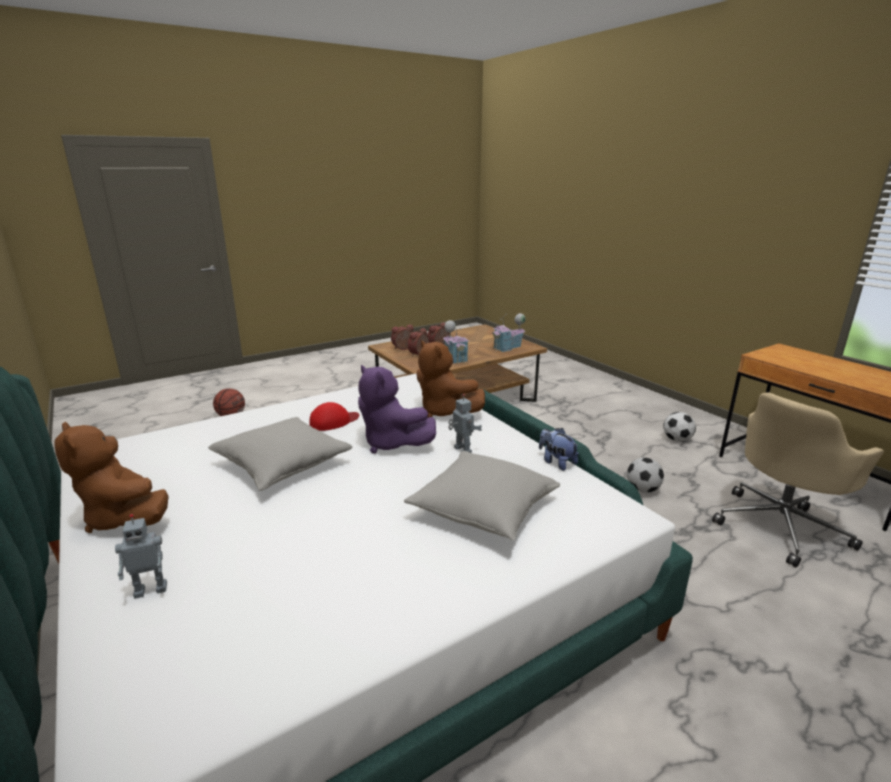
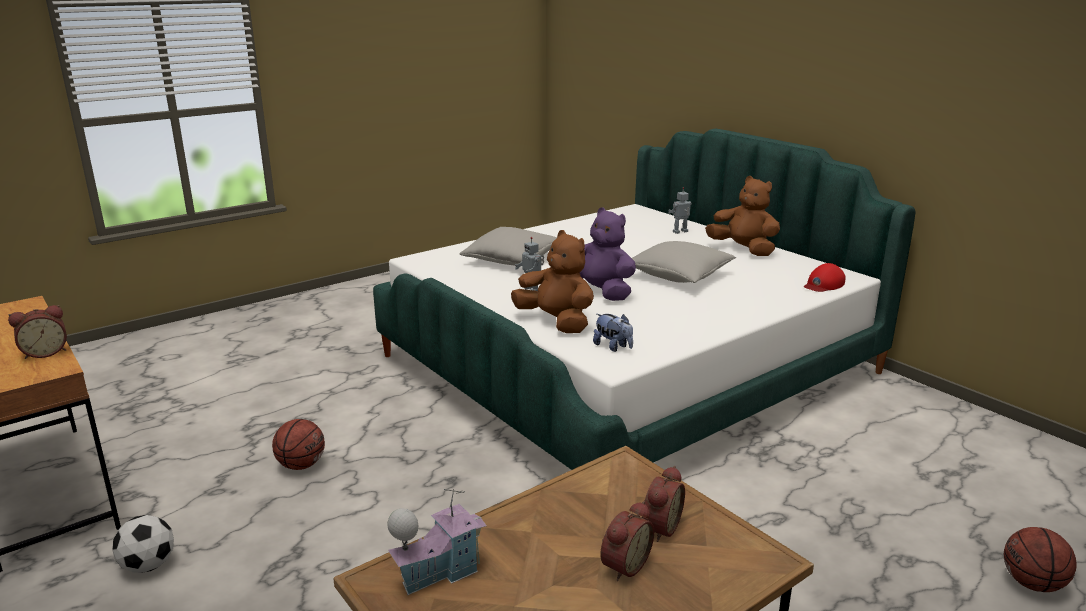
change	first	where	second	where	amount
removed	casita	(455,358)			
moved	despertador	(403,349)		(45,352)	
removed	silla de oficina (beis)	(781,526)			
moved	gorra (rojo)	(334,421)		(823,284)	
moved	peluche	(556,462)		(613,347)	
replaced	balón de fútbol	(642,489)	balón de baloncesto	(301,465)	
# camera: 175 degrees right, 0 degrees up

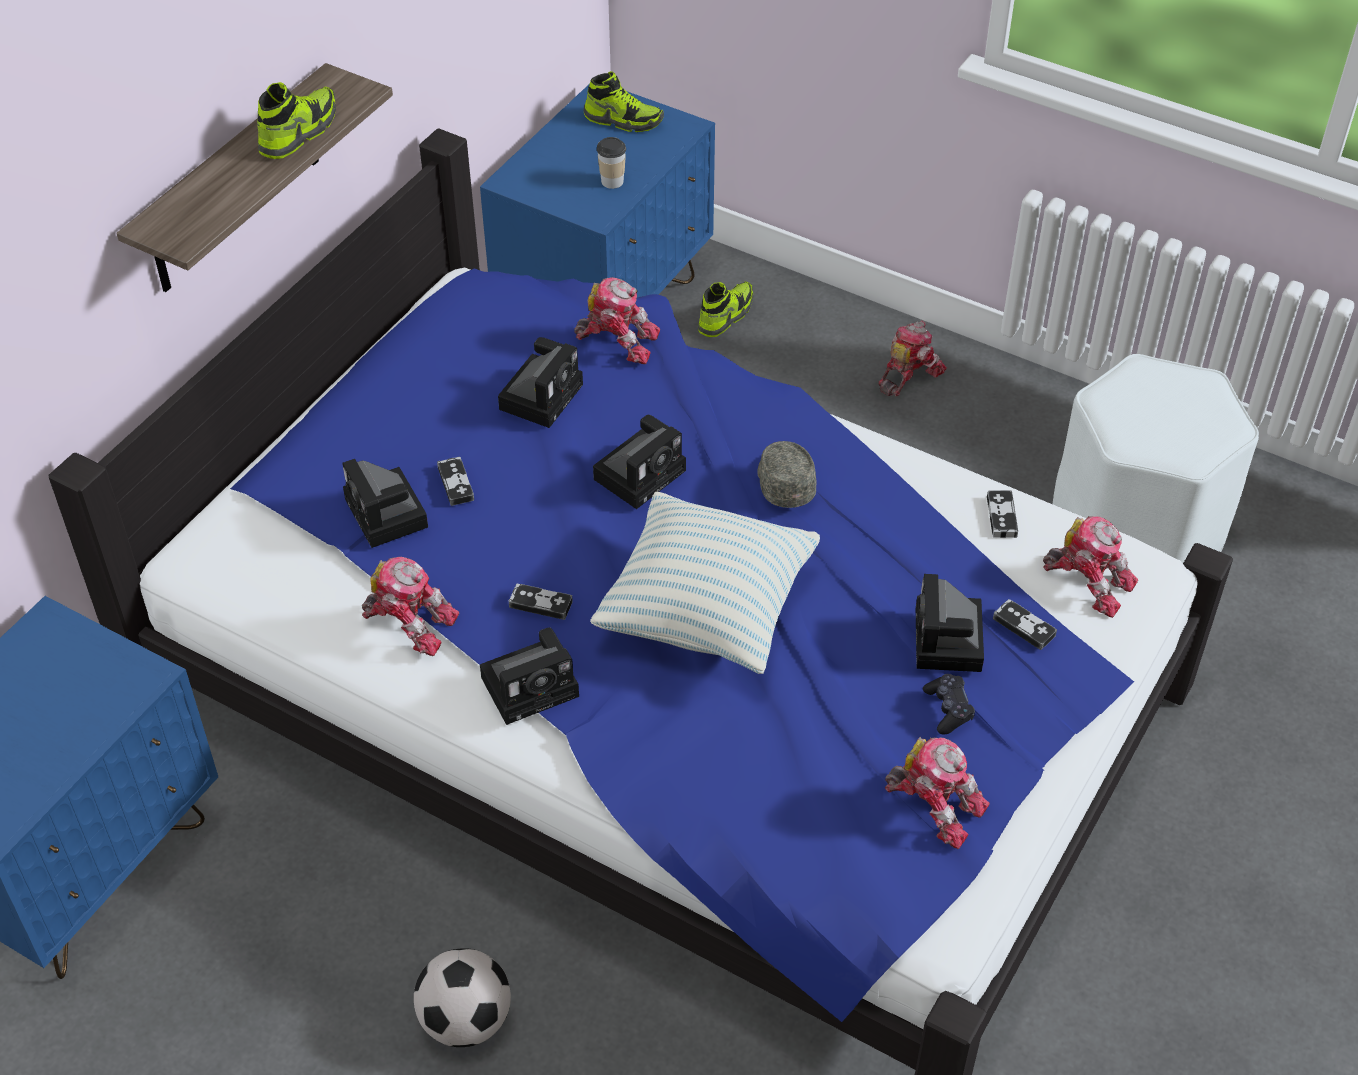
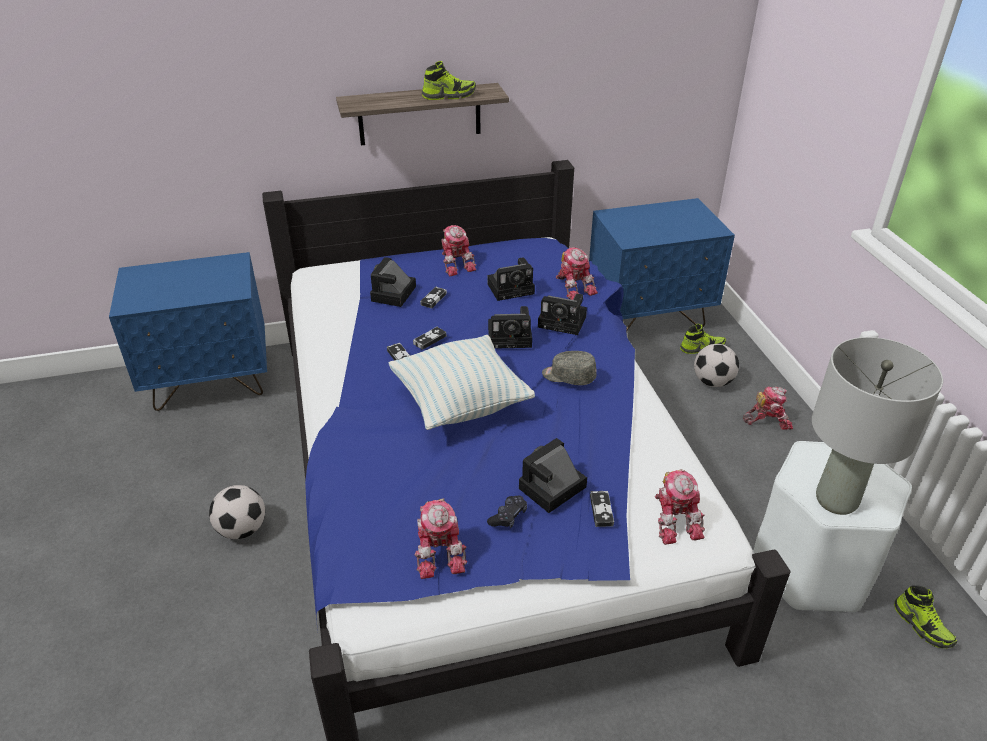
change	first	where	second	where	amount
moved	zapato	(623,120)		(922,625)	
removed	taza	(612,181)			
turned	gorra (gris)	(784,482)		(568,376)	105 degrees counterclockwise
moved	mando de consola	(1001,516)		(429,340)	
moved	robot de juguete	(410,621)		(456,263)	
moved	cámara	(533,685)		(564,322)	
added			lámpara de mesa (gris)	(836,499)	
added			balón de fútbol	(712,382)	
# camera: 45 degrees right, 10 degrees down

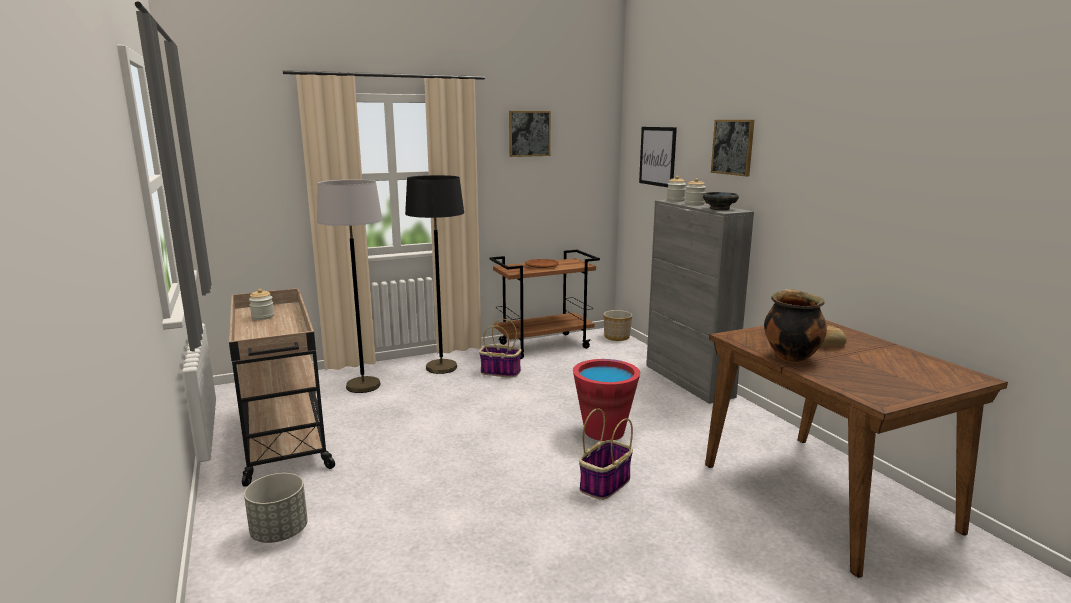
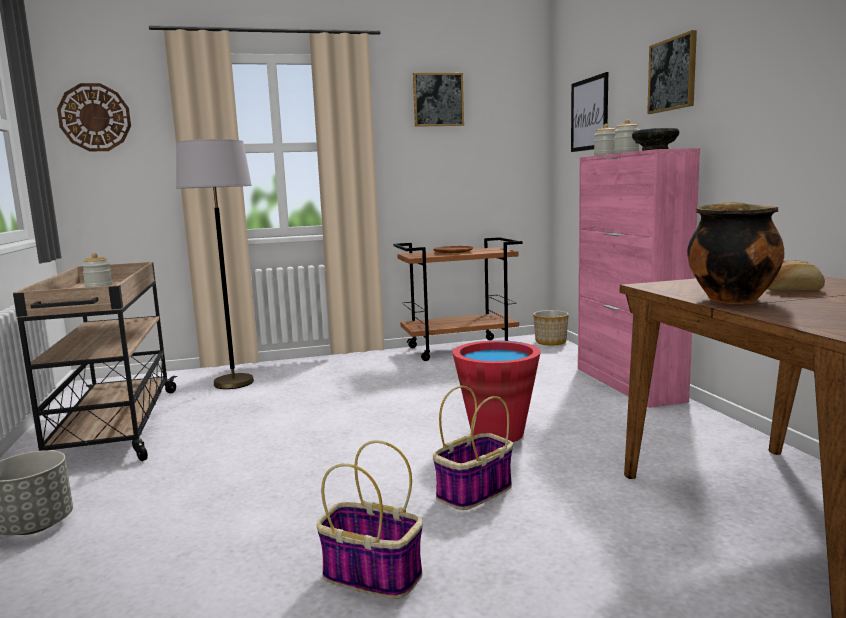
change	first	where	second	where	amount
removed	lámpara de pie (negro)	(441,368)			
recoloured	armario (gris)	(688,381)	armario (rosa)	(628,384)	
moved	cesta	(499,372)		(370,575)	
added			reloj de pared	(95,117)	
# camera: 10 degrees right, 5 degrees down

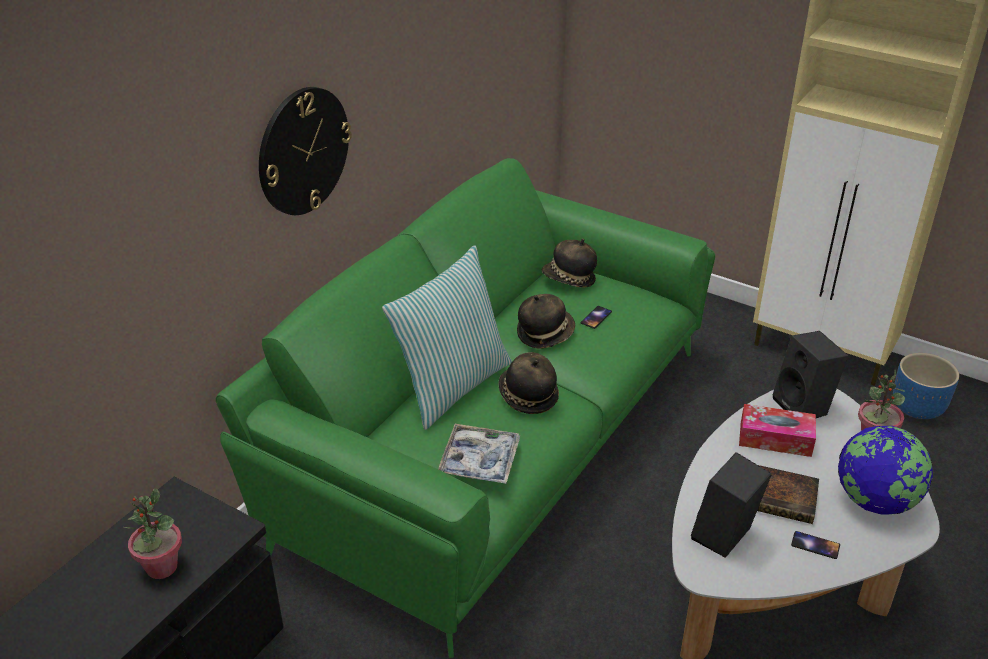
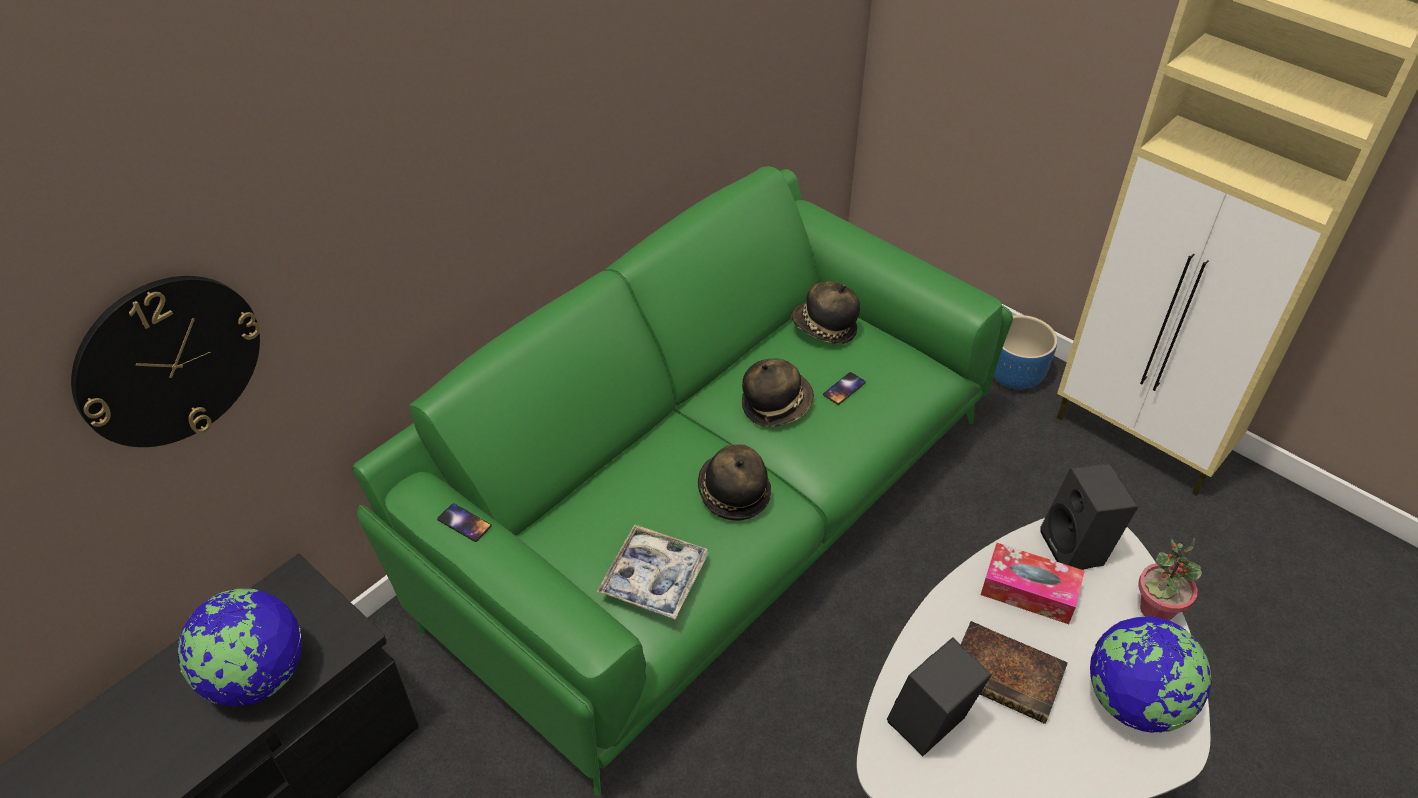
change	first	where	second	where	amount
moved	reloj de pared	(303,151)		(168,361)	
removed	cojín	(452,386)			
moved	maceta (azul)	(916,408)		(1013,375)	
replaced	planta en maceta	(161,567)	globo terráqueo	(257,677)	
moved	móvil	(815,545)		(464,523)	
# camera: 10 degrees right, 10 degrees up

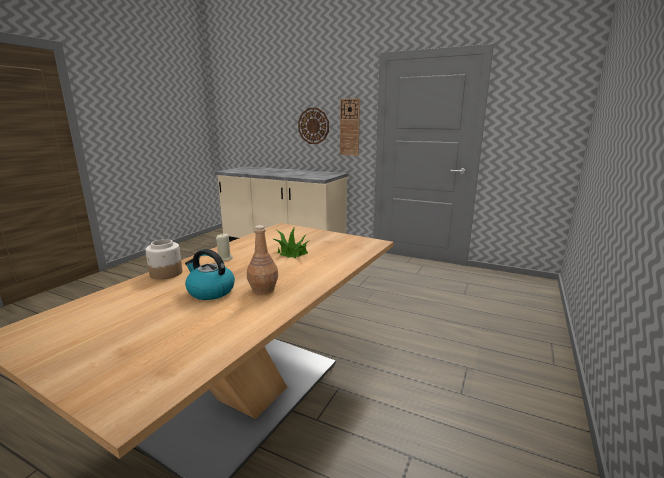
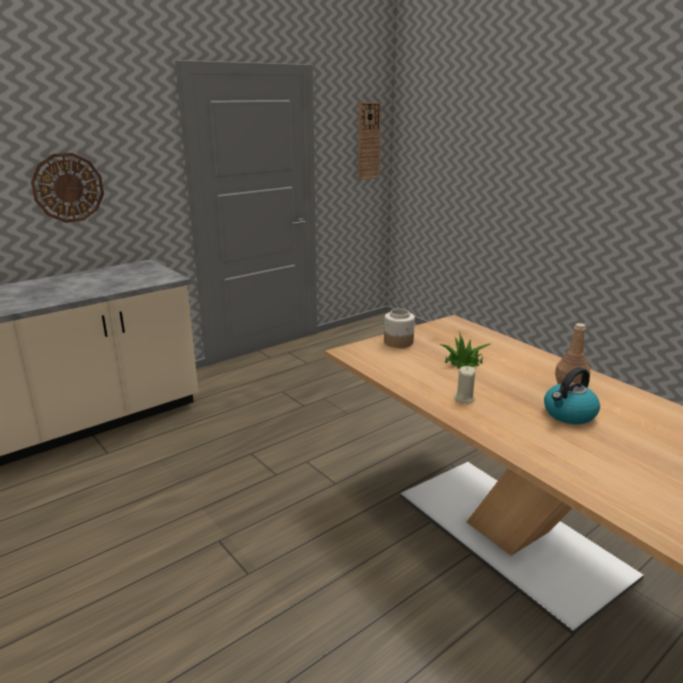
change	first	where	second	where	amount
moved	reloj de pared	(349,127)		(368,141)	
moved	tarro	(166,273)		(399,342)	
# camera: 65 degrees left, 5 degrees up

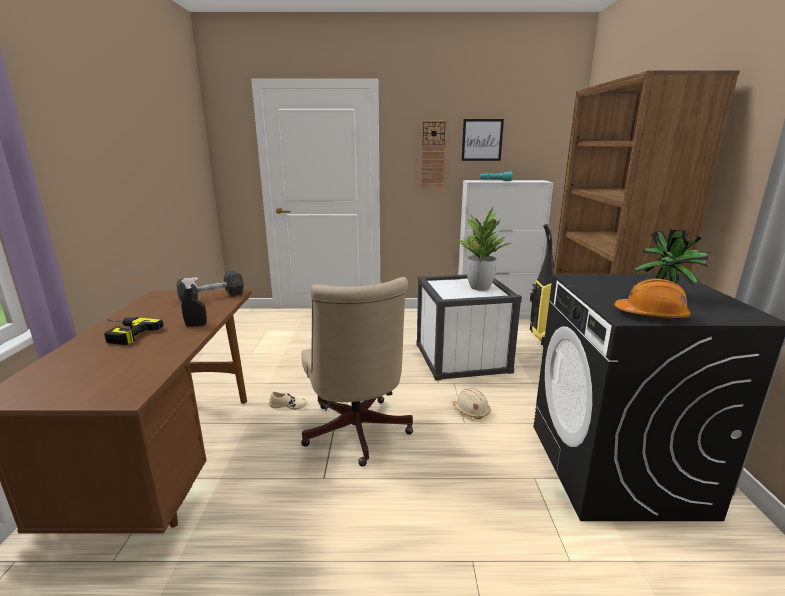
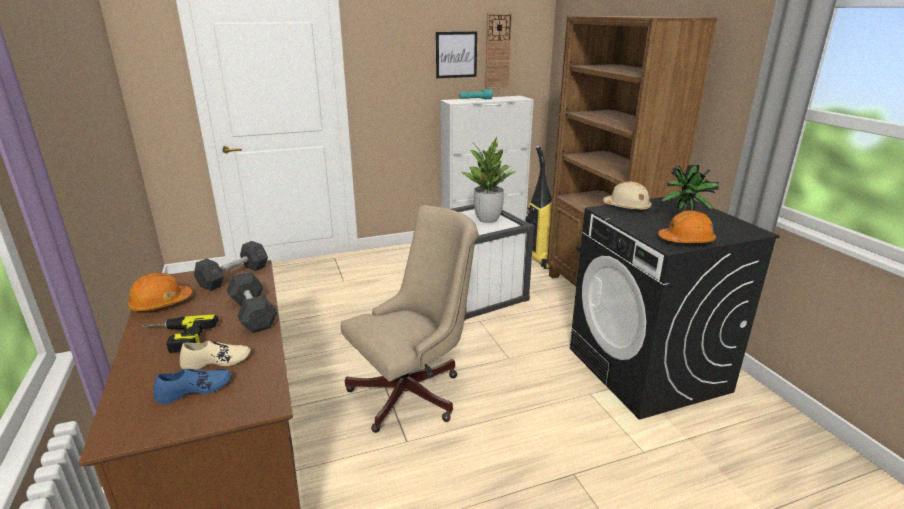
change	first	where	second	where	amount
moved	reloj de pared	(433,155)		(498,51)	
replaced	pulverizador (negro)	(196,325)	mancuerna (gris)	(253,313)	
turned	silla de oficina (beis)	(356,434)		(413,392)	90 degrees counterclockwise
moved	casco (beis)	(470,410)		(627,207)	
moved	zapato (beis)	(288,405)		(217,361)	
added			casco (naranja)	(160,304)	
added			zapato (azul)	(195,390)	
# camera: 20 degrees left, 5 degrees up

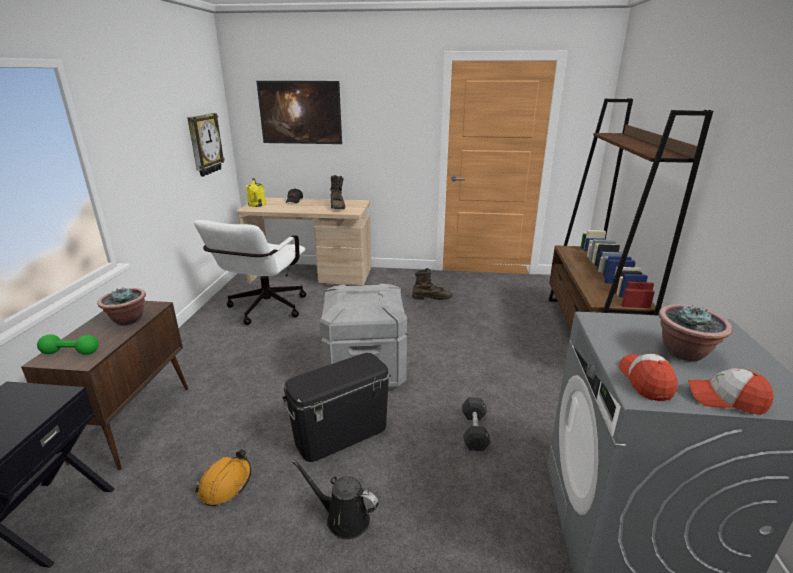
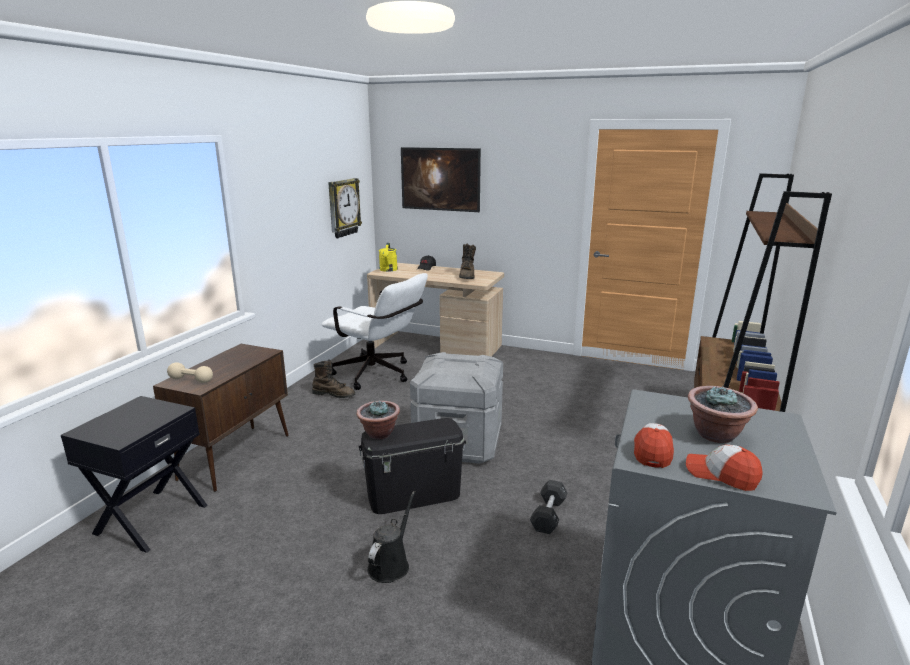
change	first	where	second	where	amount
turned	silla de oficina (blanco)	(263,310)		(378,375)	90 degrees counterclockwise
moved	bota (marrón)	(431,298)		(334,394)	
moved	planta en maceta	(128,320)		(379,434)	
recoloured	mancuerna (verde)	(71,352)	mancuerna (beis)	(191,380)	
removed	casco (naranja)	(226,484)			
turned	regadera (negro)	(343,518)		(390,564)	75 degrees clockwise
# camera: 15 degrees right, 5 degrees down

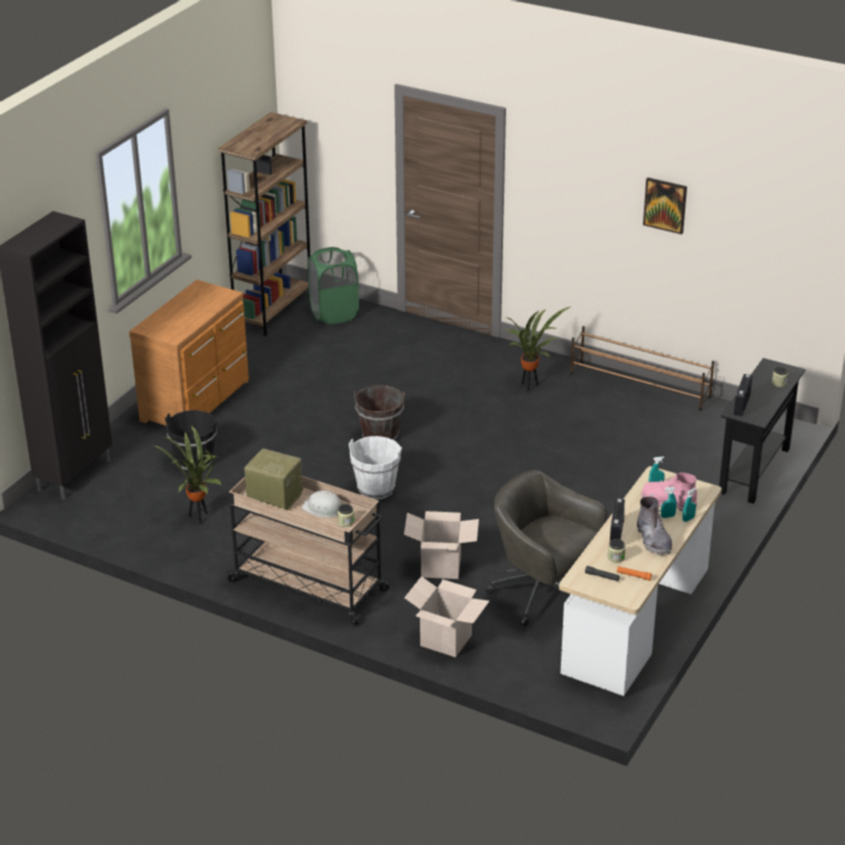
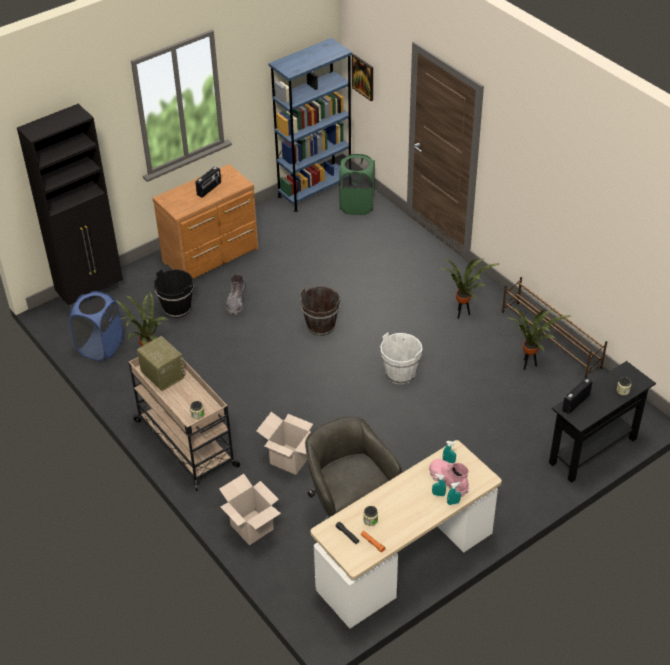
change	first	where	second	where	amount
recoloured	estantería (marrón)	(273,311)	estantería (azul)	(315,191)	
moved	cuadro	(665,205)		(363,77)	
moved	cubo (blanco)	(375,489)		(400,374)	
removed	casco (blanco)	(323,508)			
moved	bota (gris)	(653,540)		(236,303)	
moved	radio	(617,533)		(209,189)	
added			cesto de la ropa (azul)	(101,347)	
added			planta en maceta	(529,365)	
# camera: 25 degrees right, 10 degrees up

